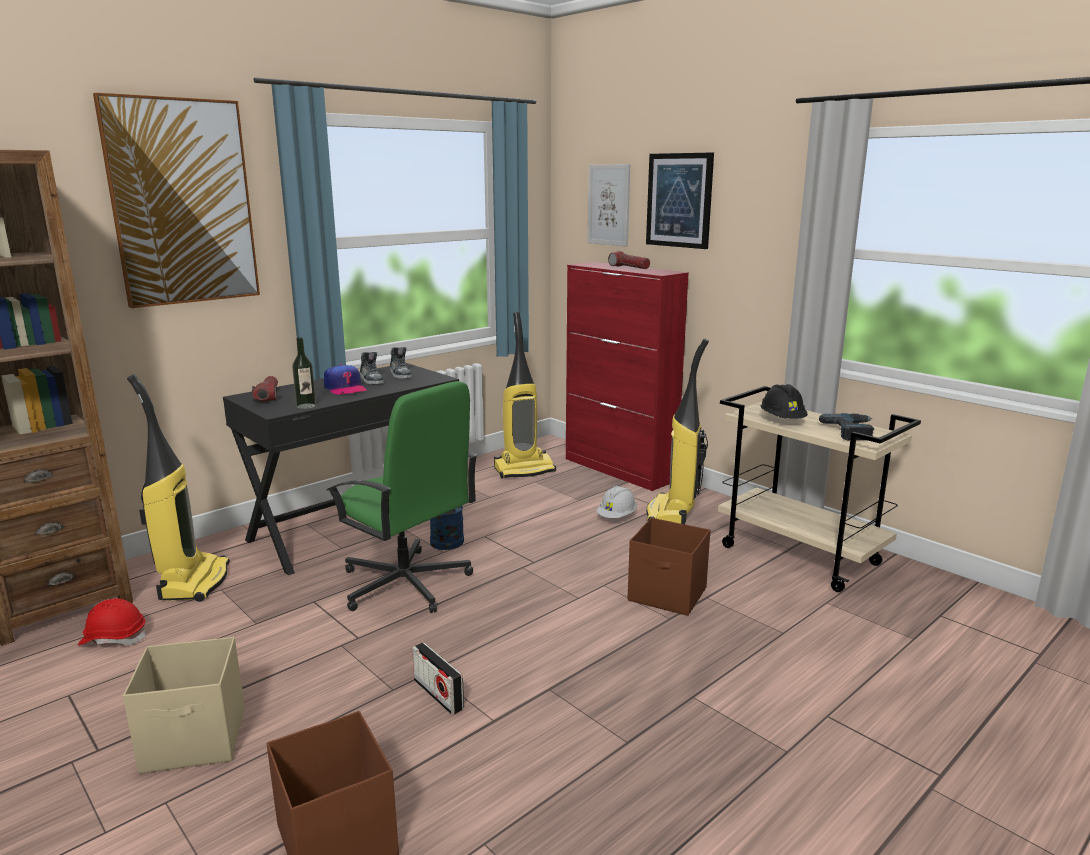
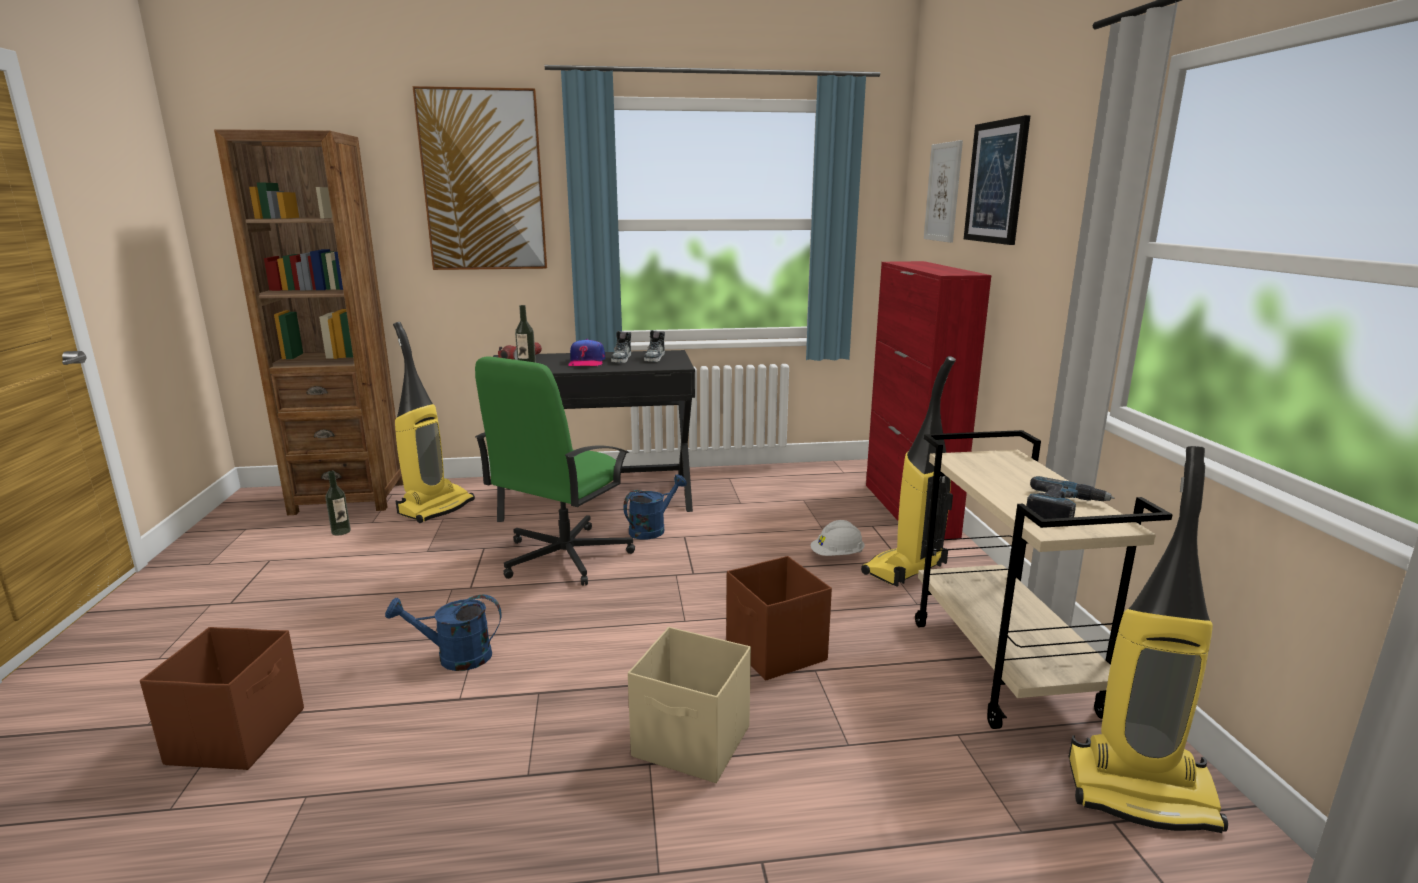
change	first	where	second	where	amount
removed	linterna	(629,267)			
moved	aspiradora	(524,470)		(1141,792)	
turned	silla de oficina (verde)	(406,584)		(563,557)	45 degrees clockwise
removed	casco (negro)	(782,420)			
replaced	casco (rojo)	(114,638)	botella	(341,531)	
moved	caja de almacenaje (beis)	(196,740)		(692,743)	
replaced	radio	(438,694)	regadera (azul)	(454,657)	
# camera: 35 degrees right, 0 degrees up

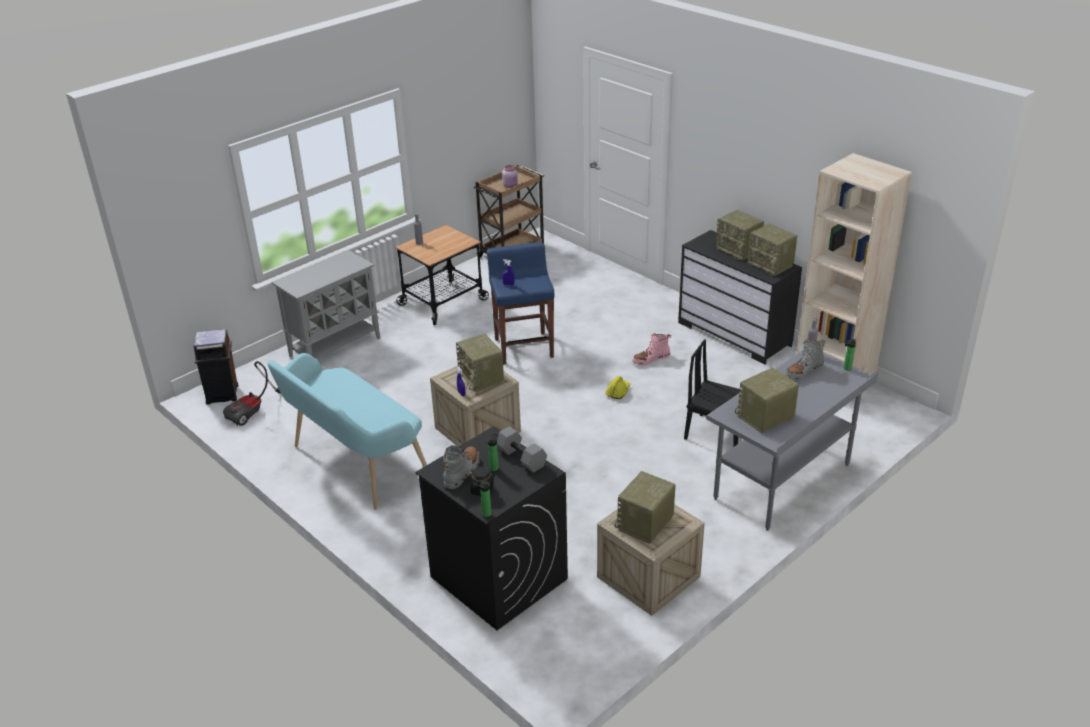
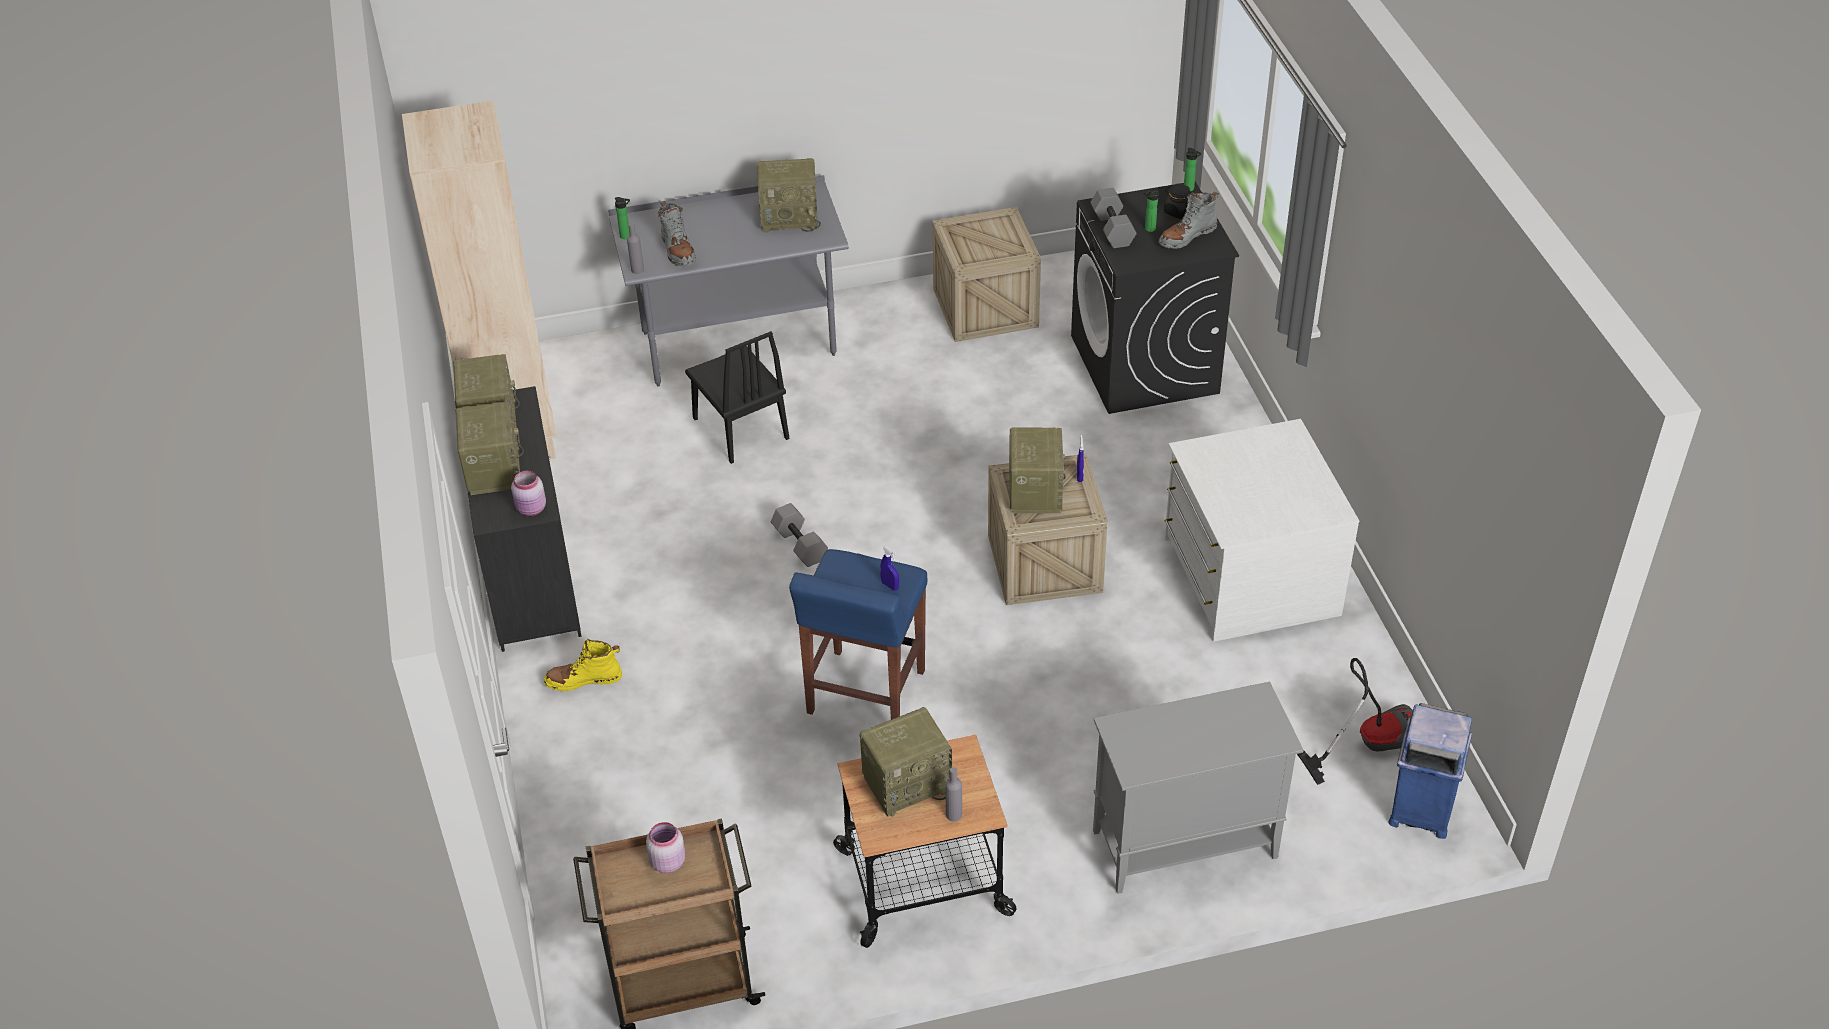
change	first	where	second	where	amount
recoloured	papelera (marrón)	(223,394)	papelera (azul)	(1420,810)	
removed	bota (rosa)	(651,359)			
turned	bota (gris)	(803,372)		(678,250)	75 degrees clockwise
replaced	banco (turquesa)	(354,465)	cómoda (blanco)	(1248,577)	
replaced	casco (amarillo)	(618,391)	mancuerna (gris)	(801,545)	
moved	radio	(645,524)		(908,782)	
added			tarro (rosa)	(531,509)	
added			bota (amarillo)	(584,680)	
# camera: 150 degrees left, 10 degrees up

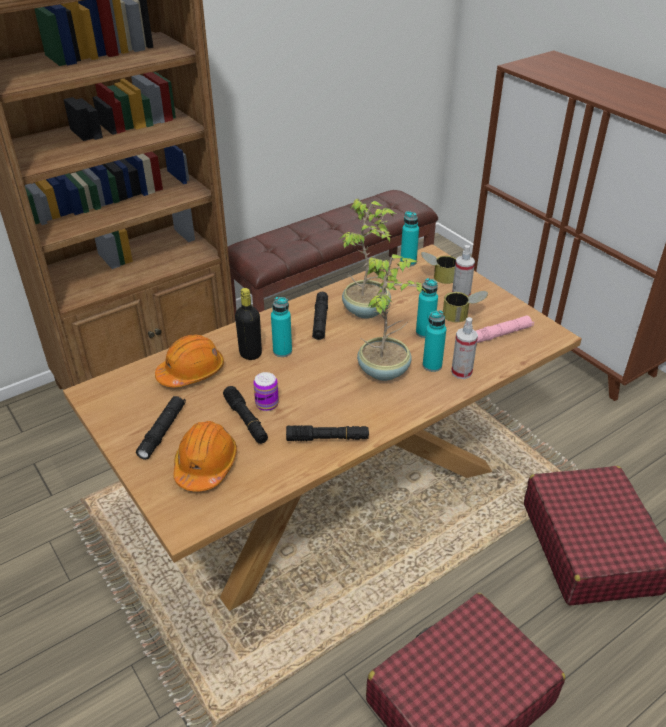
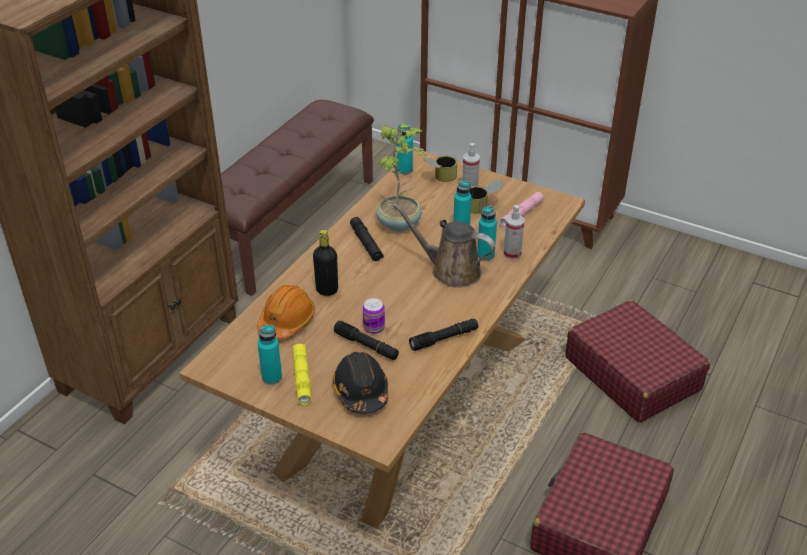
change	first	where	second	where	amount
replaced	planta en maceta	(385,370)	regadera (marrón)	(451,270)	
moved	botella (turquesa)	(282,351)		(272,377)	
recoloured	linterna (negro)	(162,431)	linterna (amarillo)	(302,377)	
recoloured	casco (naranja)	(206,465)	casco (negro)	(361,391)	
# camera: 25 degrees left, 0 degrees up

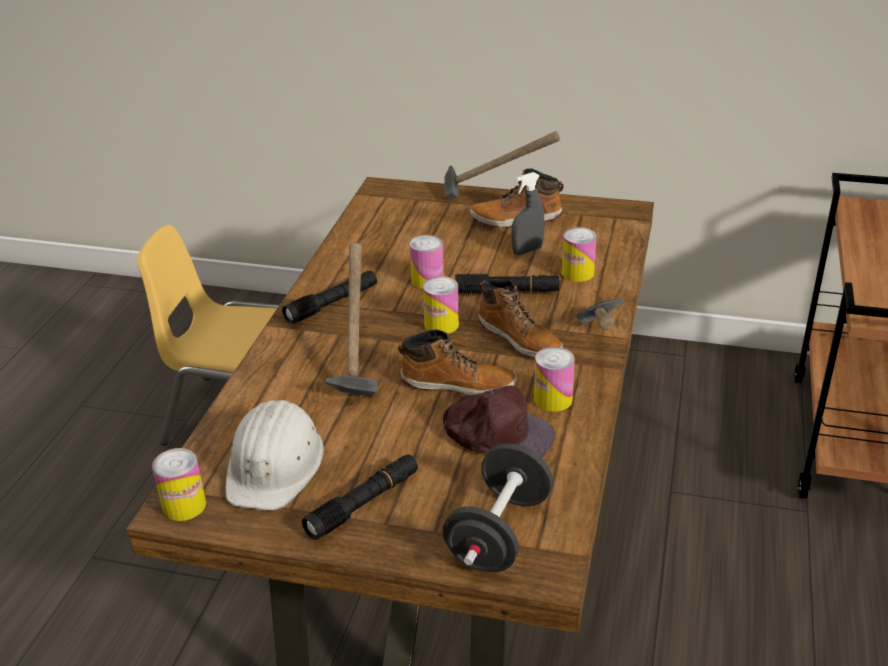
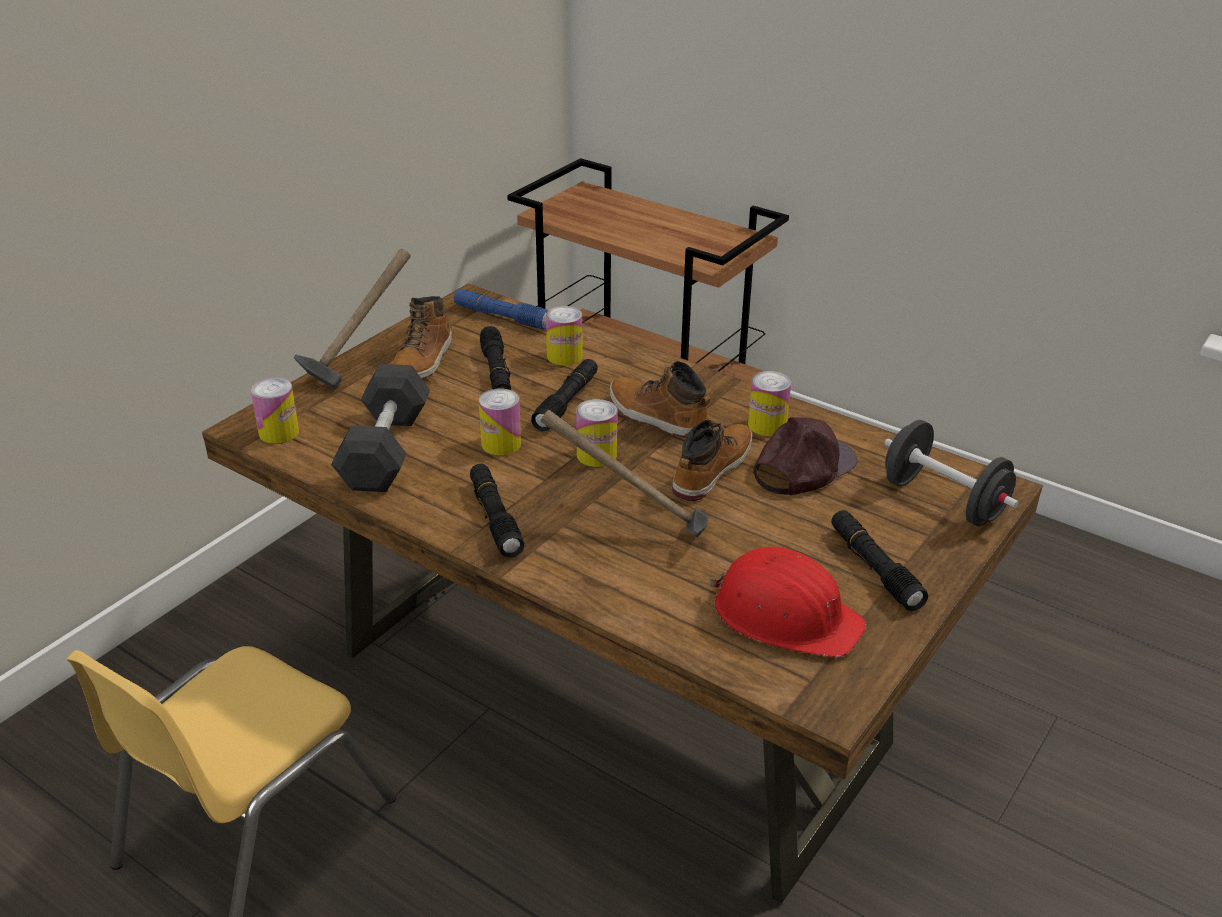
change	first	where	second	where	amount
replaced	pulverizador (gris)	(527,251)	linterna (negro)	(496,371)	
turned	bota	(520,338)		(656,416)	120 degrees counterclockwise
removed	martillo	(600,354)			
recoloured	casco (blanco)	(275,464)	casco (rojo)	(785,615)	
moved	lata	(184,505)		(279,432)	
added			linterna (azul)	(501,317)	
added			mancuerna (negro)	(385,449)	
# camera: 70 degrees left, 0 degrees up

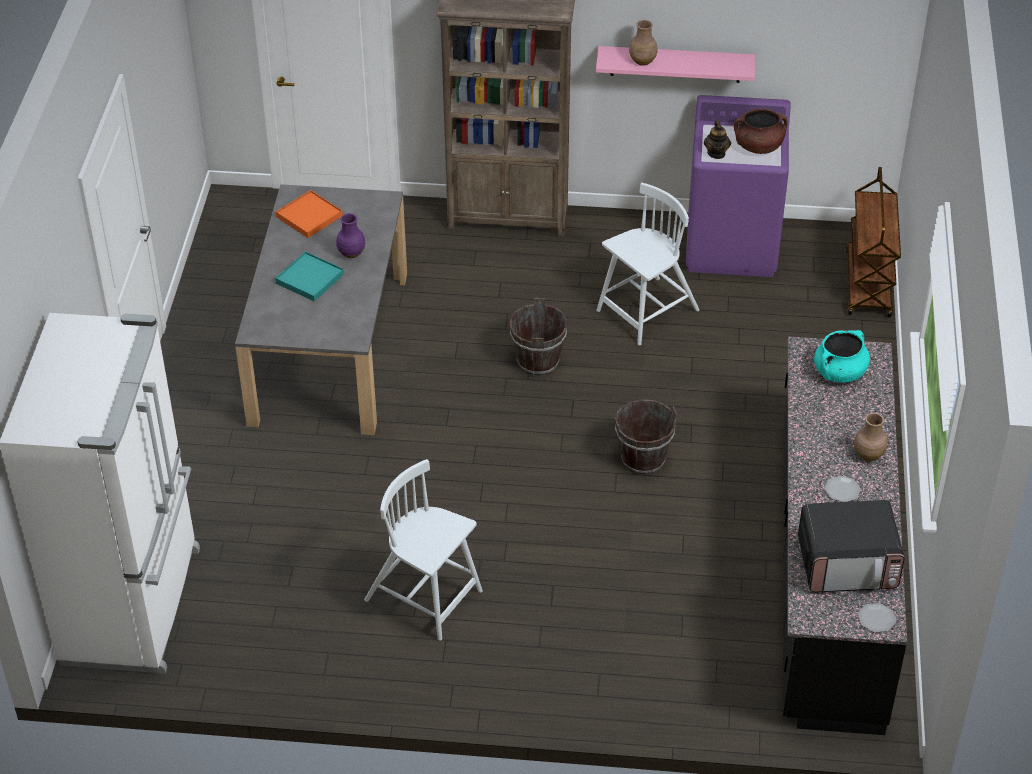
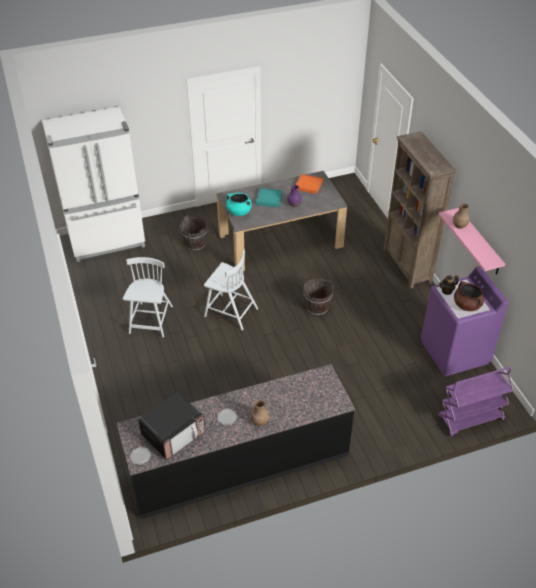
change	first	where	second	where	amount
recoloured	carrito (marrón)	(868,285)	carrito (morado)	(470,419)	
moved	silla (blanco)	(646,312)		(230,312)	
moved	olla (turquesa)	(839,372)		(239,212)	
moved	cubo (marrón)	(643,459)		(195,244)	
turned	microondas	(848,564)		(174,434)	105 degrees counterclockwise
# camera: 65 degrees right, 0 degrees up

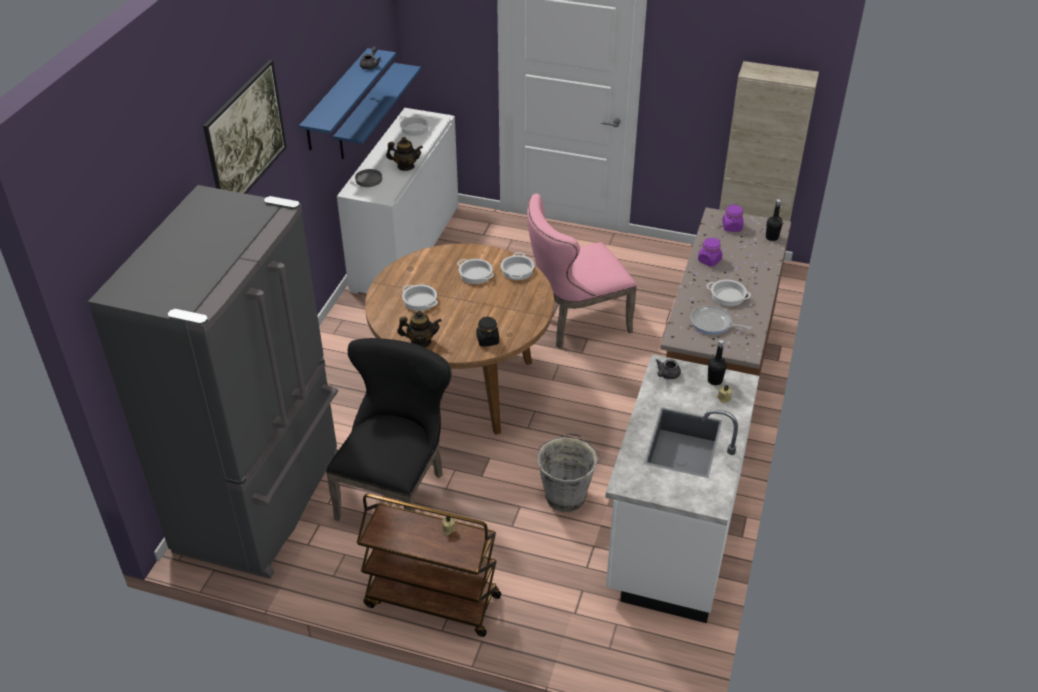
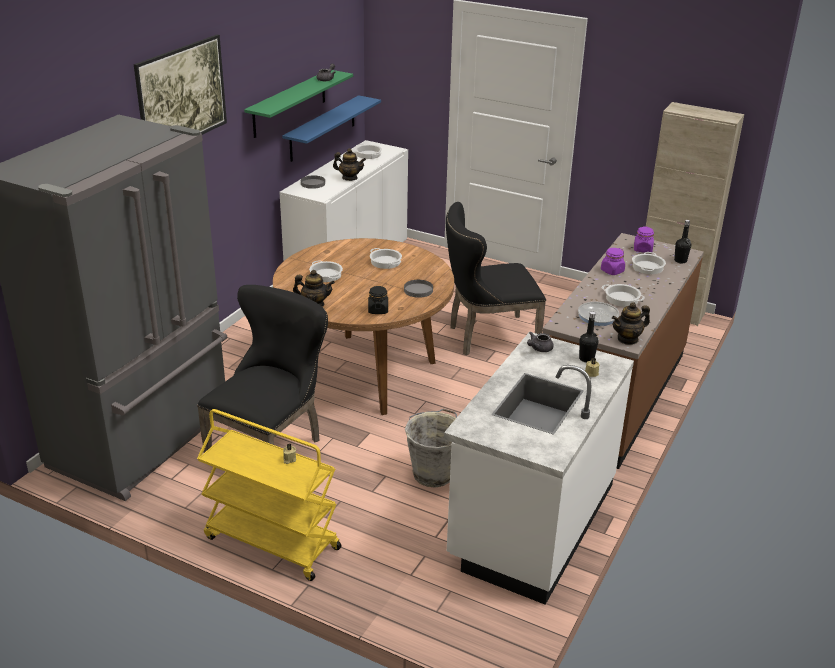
change	first	where	second	where	amount
recoloured	estante (azul)	(336,100)	estante (verde)	(289,103)	
recoloured	silla (rosa)	(575,323)	silla (negro)	(487,337)	
moved	olla	(517,271)		(648,267)	
recoloured	carrito (marrón)	(431,601)	carrito (amarillo)	(271,543)	
added			plato (gris)	(418,290)	
added			tetera	(628,339)	
# camera: 10 degrees right, 10 degrees down

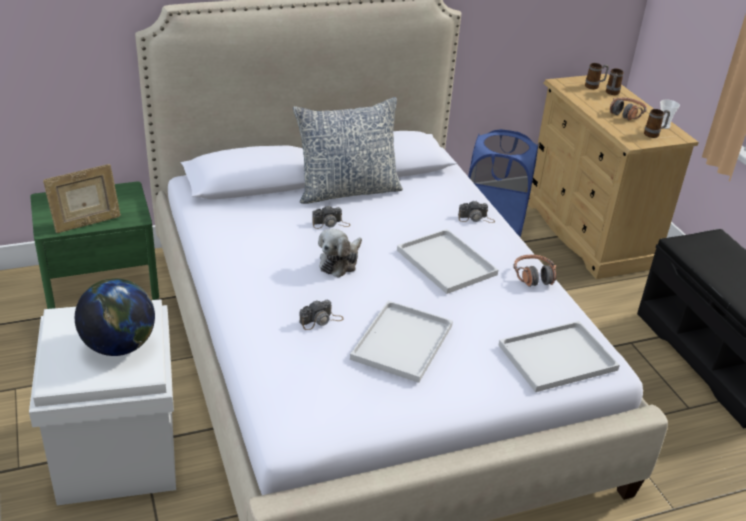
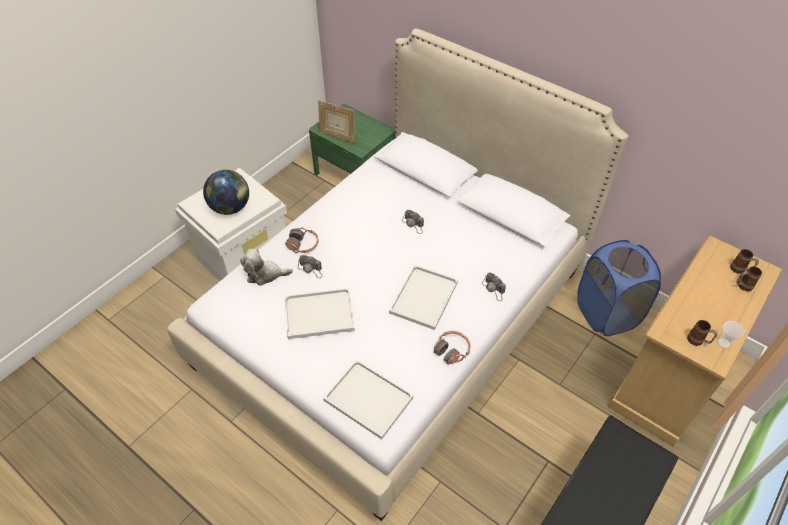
change	first	where	second	where	amount
removed	cojín	(347,190)			
moved	auriculares	(626,114)		(303,245)	
moved	peluche	(340,262)		(265,274)	
# camera: 60 degrees right, 15 degrees up

